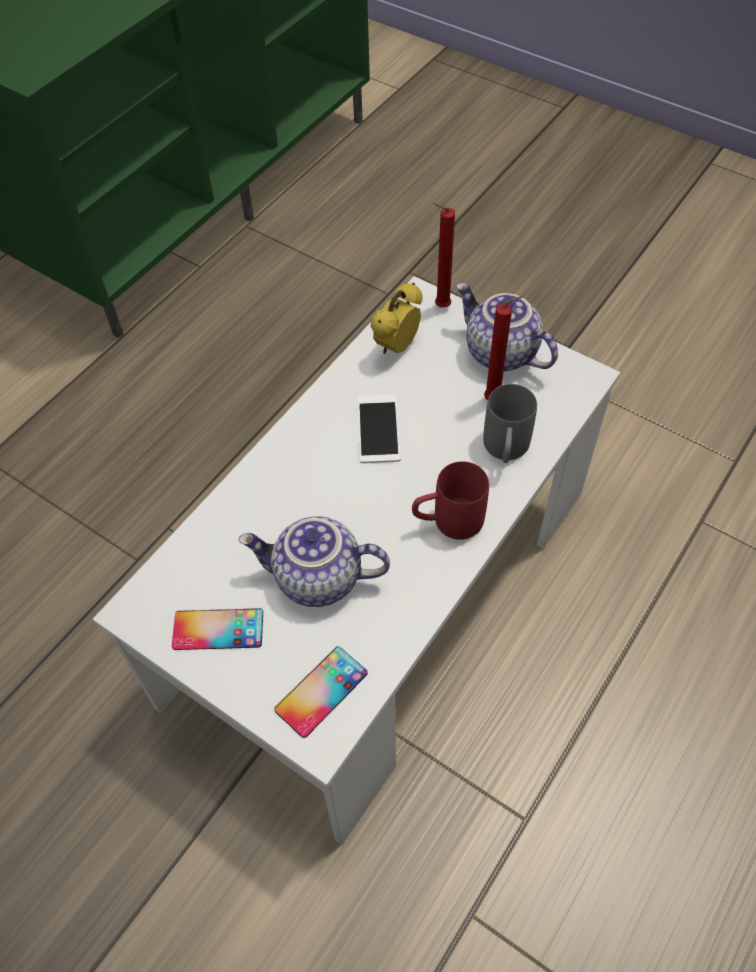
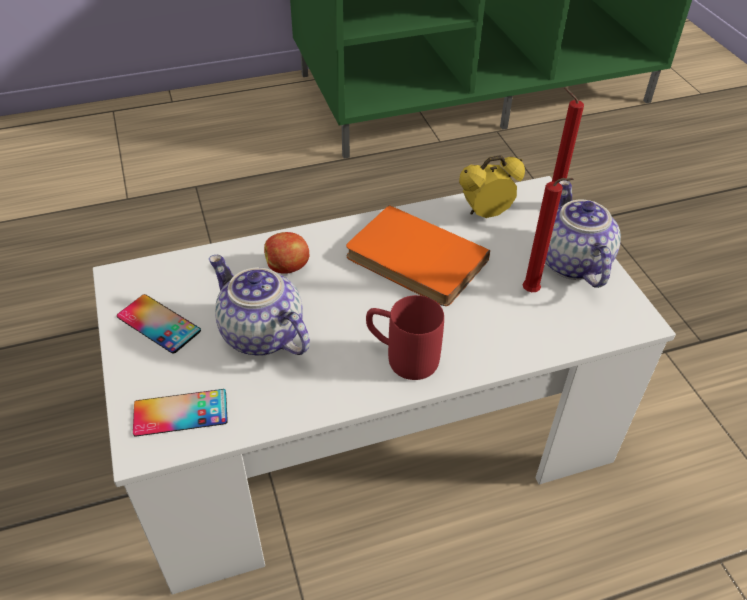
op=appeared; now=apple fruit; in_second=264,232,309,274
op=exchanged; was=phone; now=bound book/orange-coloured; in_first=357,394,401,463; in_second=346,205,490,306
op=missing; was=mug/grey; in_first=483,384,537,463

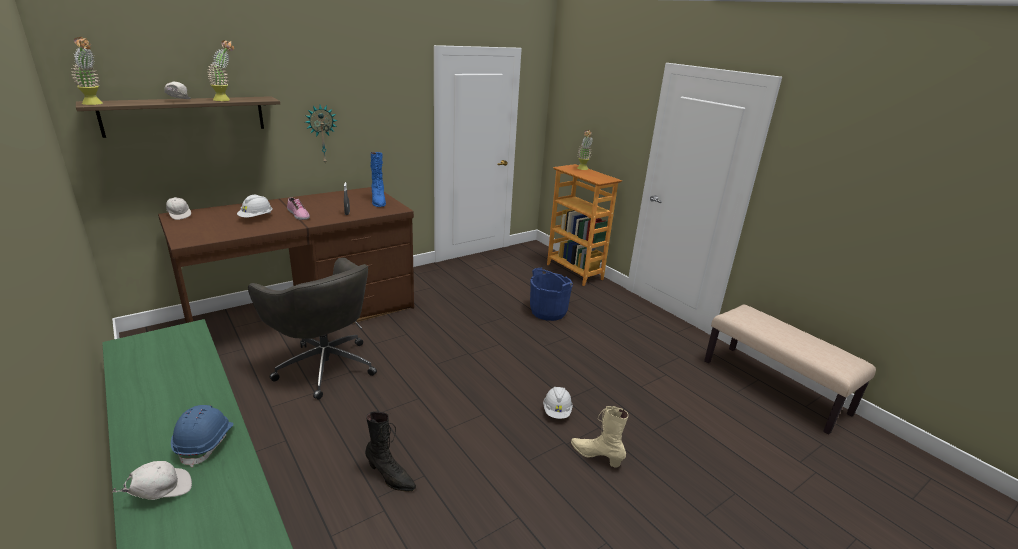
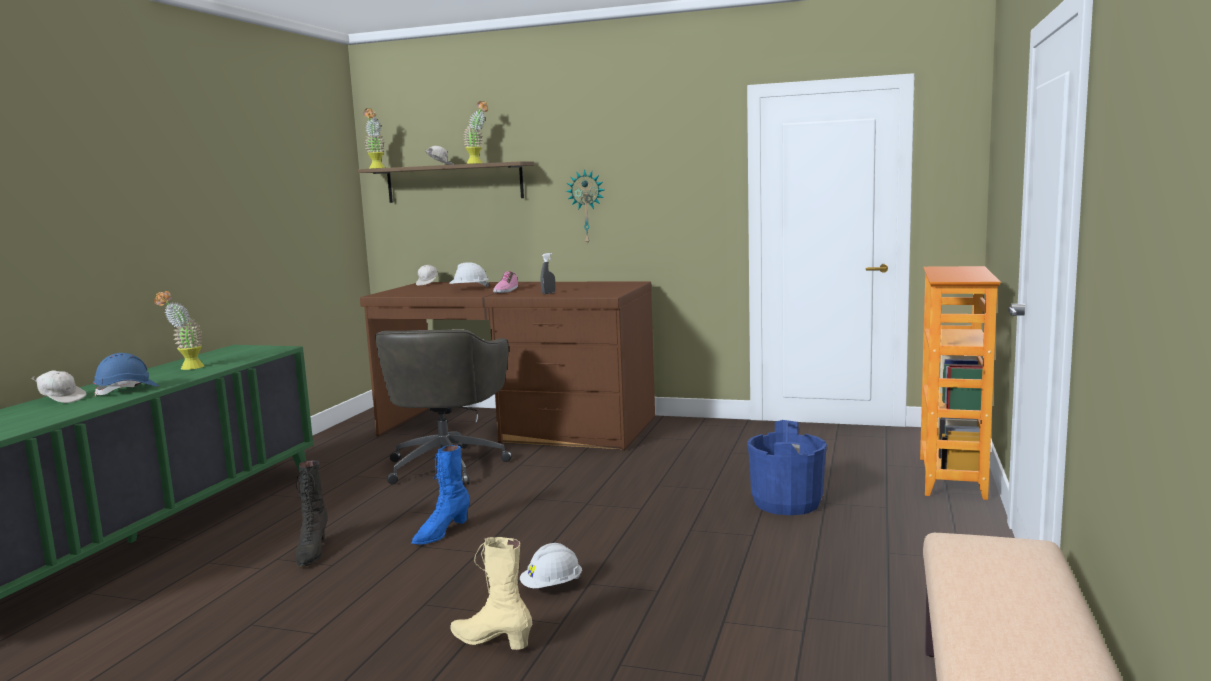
op=relocated; was=plant in a pot; in_first=577,130,592,170; in_second=154,291,204,370
op=relocated; was=boot/blue; in_first=370,152,386,207; in_second=411,445,470,545
op=spun; was=boot/sand-coloured; in_first=571,406,628,468; in_second=450,537,532,650; clockwise=-60

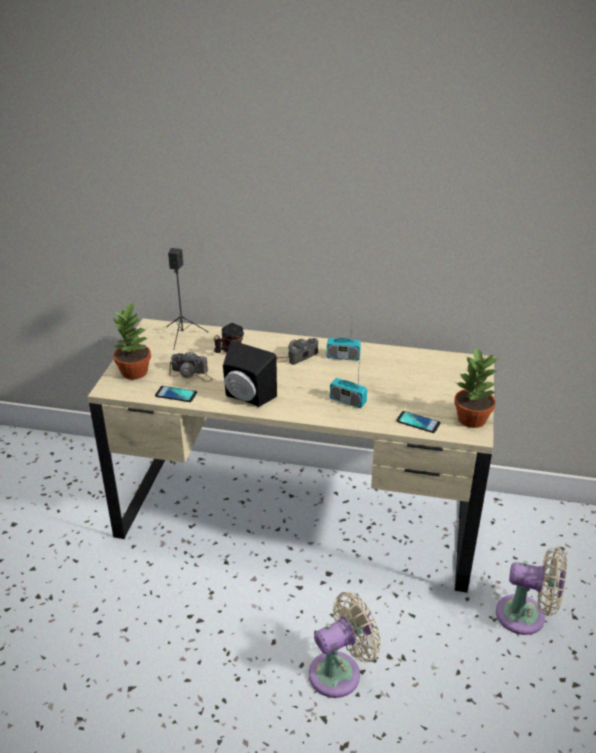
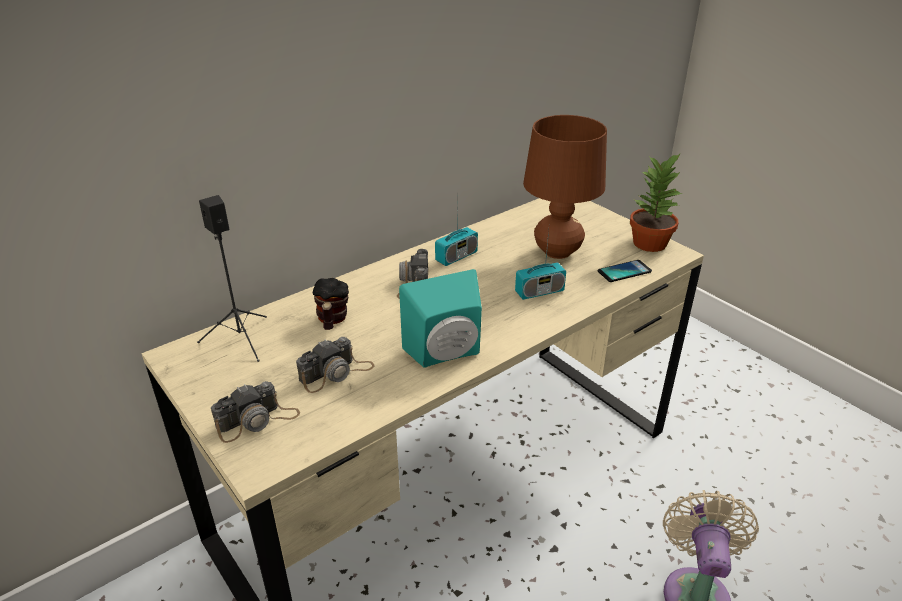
op=exchanged; was=plant in a pot; now=still camera; in_first=113,302,151,380; in_second=211,381,300,443
op=colour; was=loudspeaker/black-coloured; now=loudspeaker/turquoise-coloured; in_first=223,341,277,407; in_second=399,269,482,368
op=appeared; now=lamp for a table/brown-coloured; in_second=523,115,607,259
op=missing; was=phone; in_first=155,386,197,402
op=missing; was=cooling fan/sand-coloured; in_first=496,548,567,635

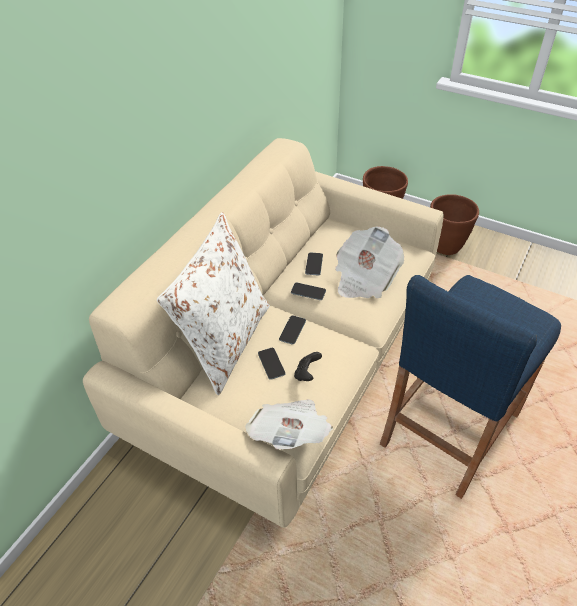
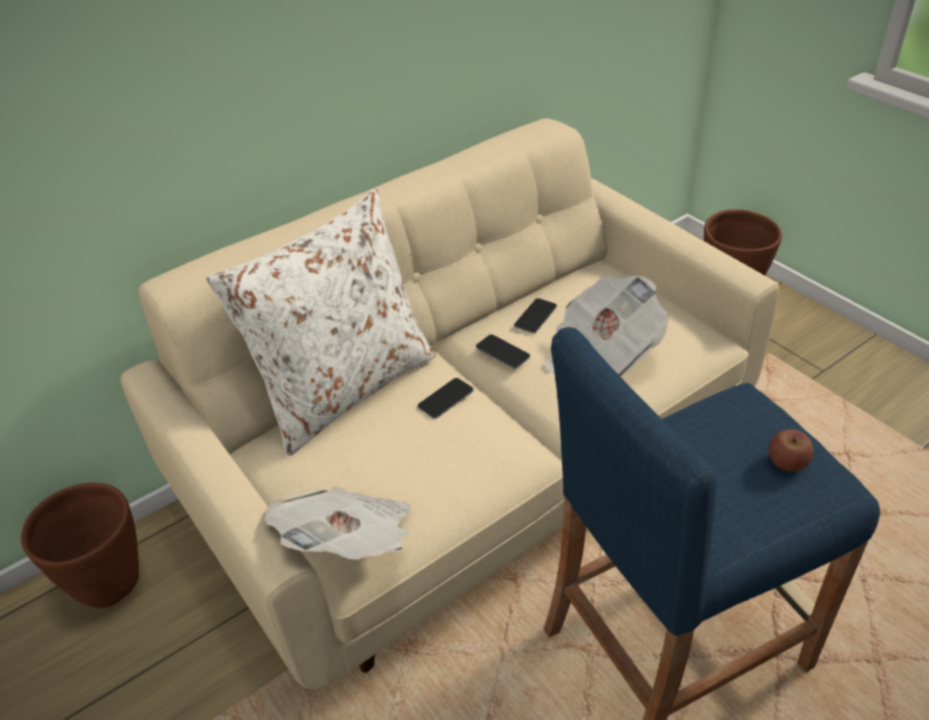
op=relocated; was=plant pot/brown-coloured; in_first=430,194,479,255; in_second=21,483,139,608
op=appeared; now=apple fruit; in_second=769,429,814,472
op=missing; was=phone; in_first=258,348,285,380
op=missing; was=game controller/black-coloured; in_first=294,352,322,381

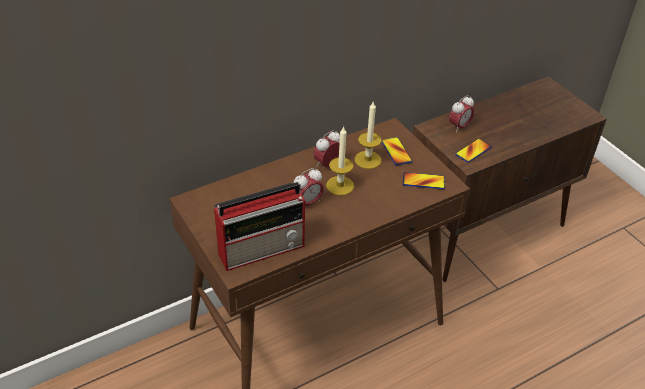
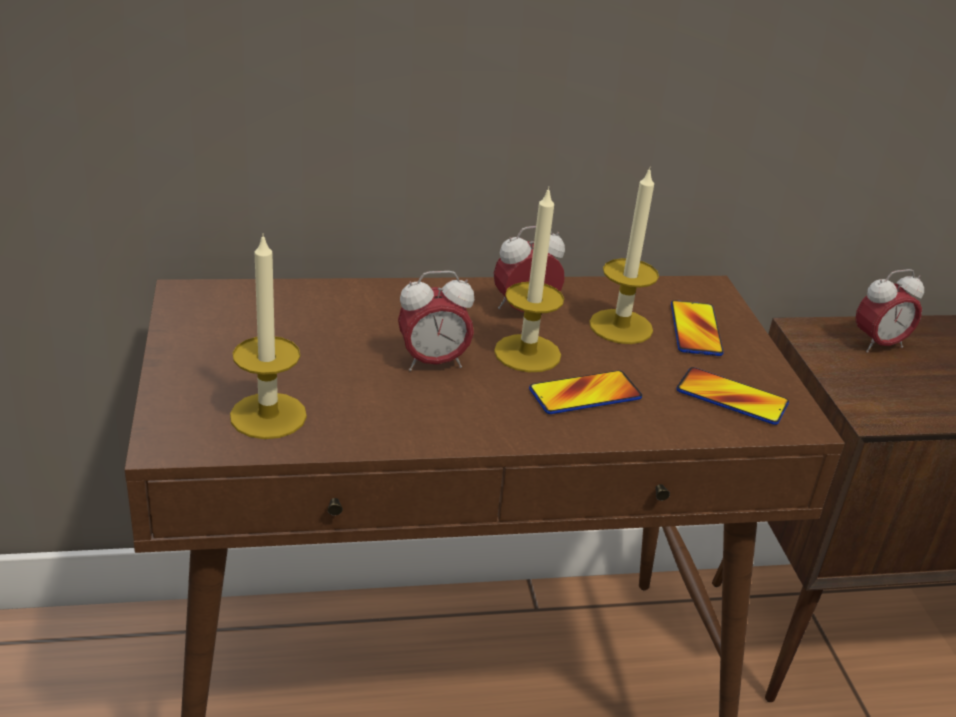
op=exchanged; was=radio receiver; now=wax candle; in_first=214,182,305,271; in_second=230,233,307,439
op=relocated; was=phone; in_first=455,138,492,163; in_second=529,370,642,414

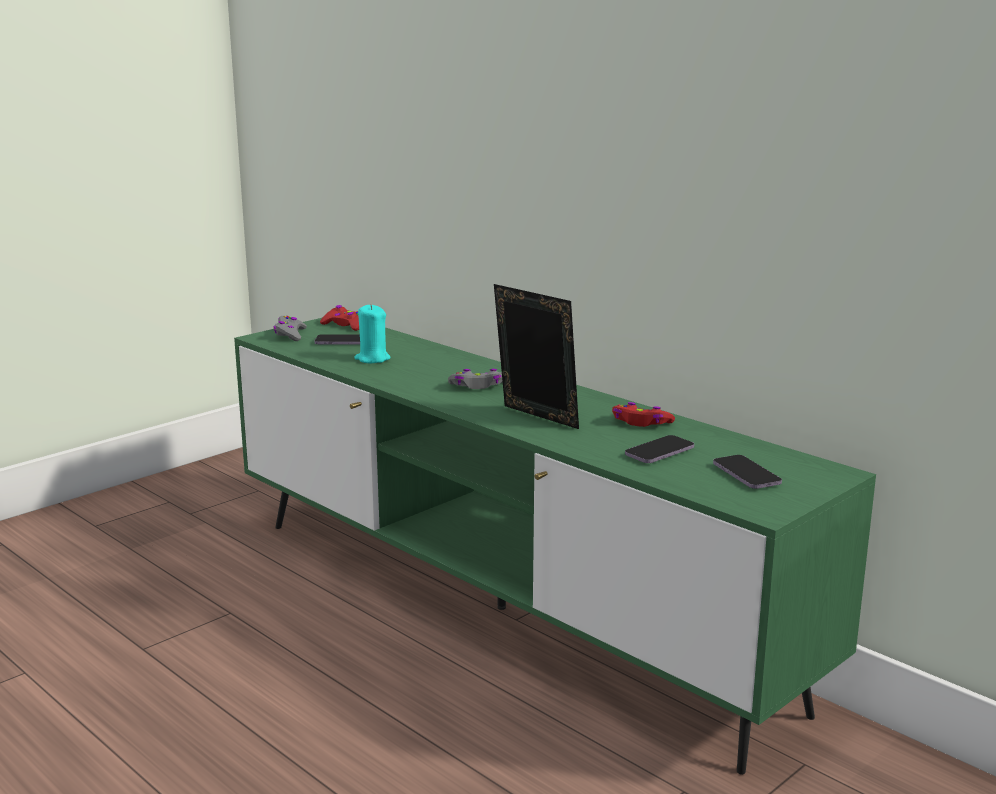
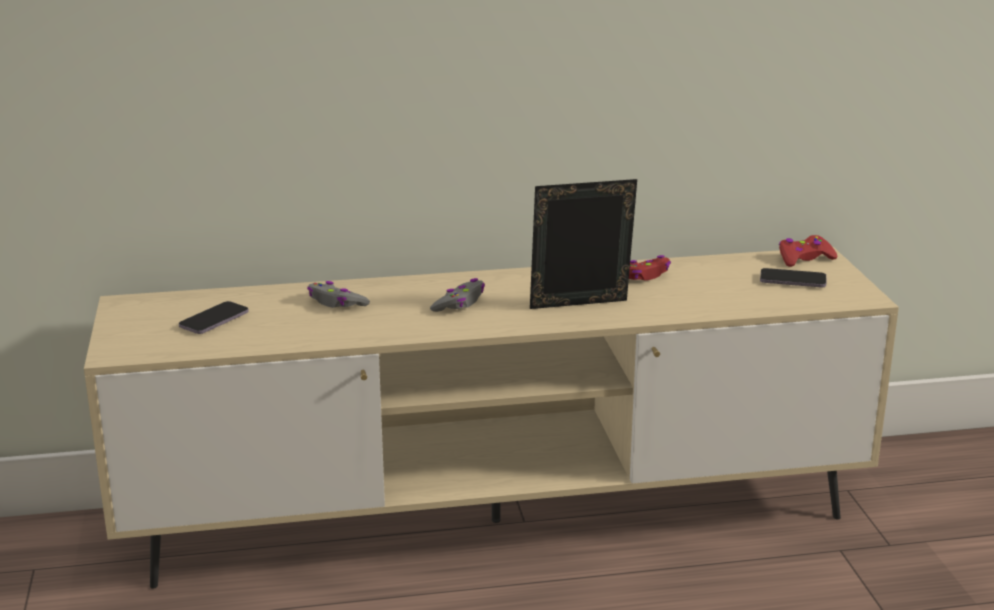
op=colour; was=media console/green-coloured; now=media console/sand-coloured; in_first=234,318,876,775; in_second=84,247,899,589
op=relocated; was=game controller/grey; in_first=273,316,307,341; in_second=307,281,370,308
op=relocated; was=game controller/reddish; in_first=320,305,359,331; in_second=779,235,837,267
op=missing; was=wax candle/turquoise-coloured; in_first=354,304,391,363
op=missing; was=phone; in_first=625,435,694,463

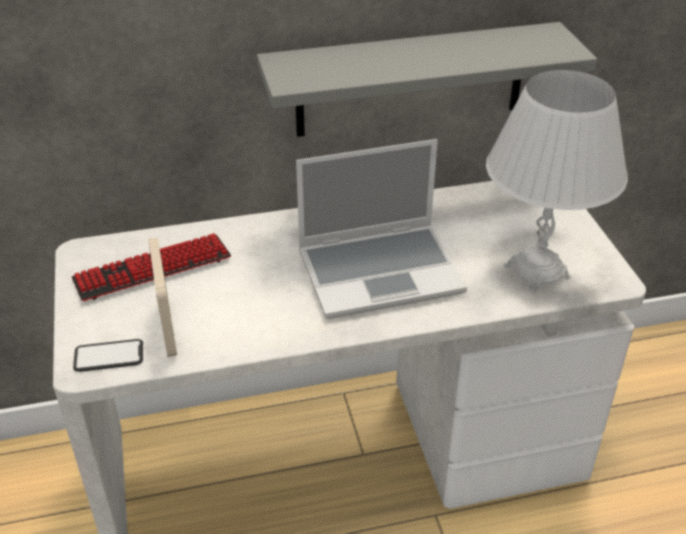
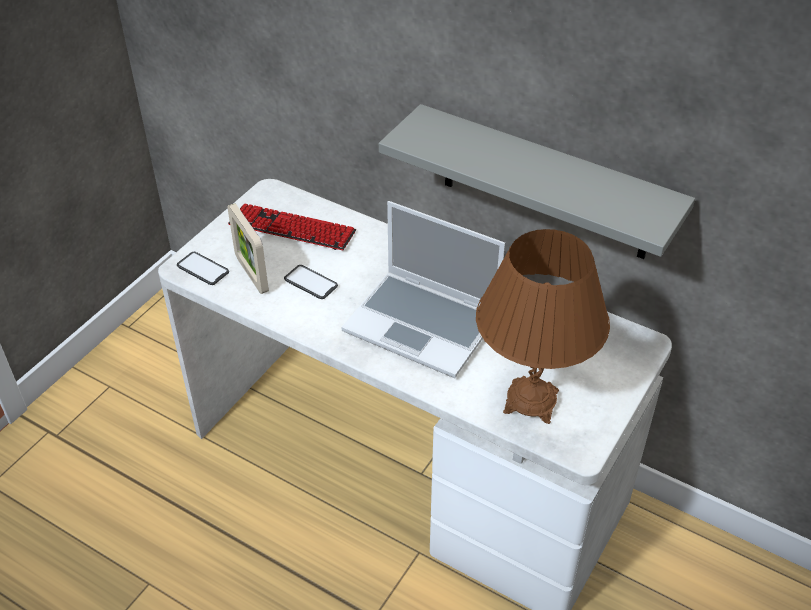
op=spun; was=photo frame; in_first=148,238,177,357; in_second=227,203,269,294; clockwise=120
op=appeared; now=phone; in_second=284,265,338,299
op=colour; was=lamp for a table/white-coloured; now=lamp for a table/brown-coloured; in_first=486,70,628,293; in_second=476,229,610,424

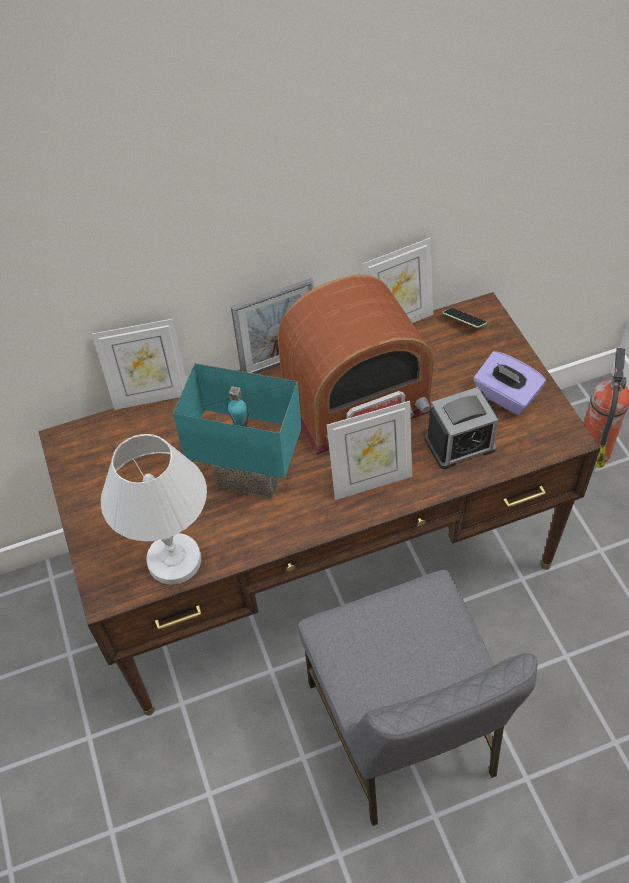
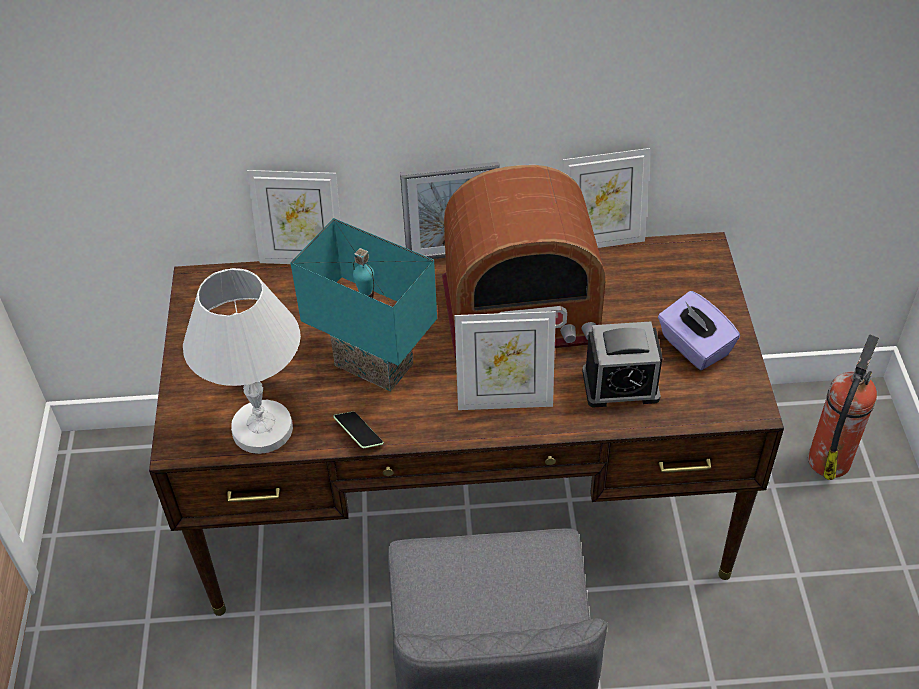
op=relocated; was=phone; in_first=442,308,487,328; in_second=333,412,384,448

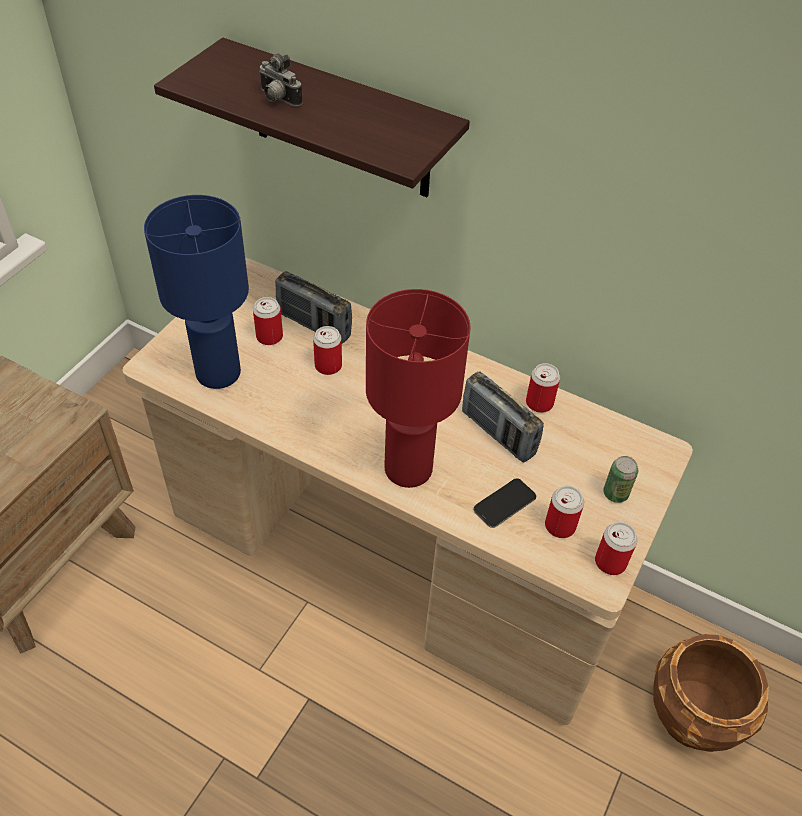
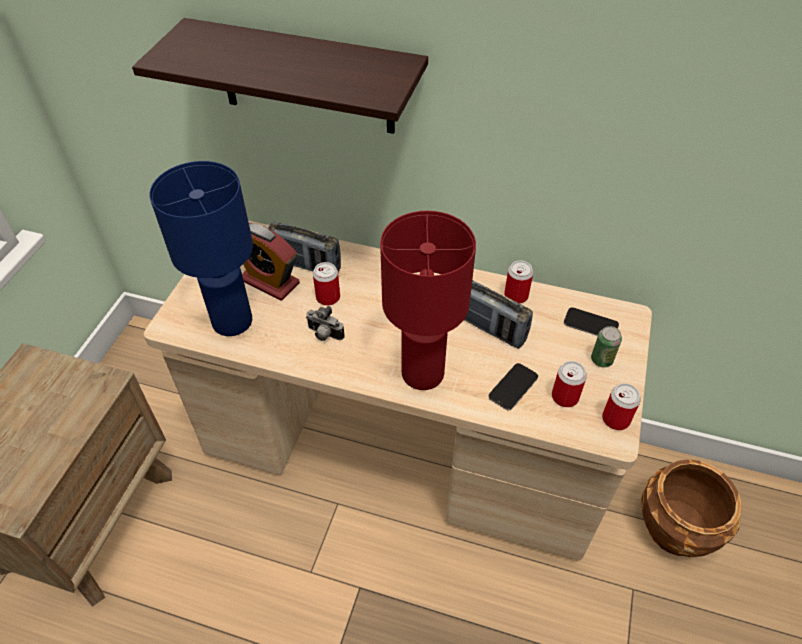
op=exchanged; was=metal can; now=table clock; in_first=253,297,283,345; in_second=242,223,300,301
op=relocated; was=still camera; in_first=259,53,303,107; in_second=306,306,345,341
op=appeared; now=phone; in_second=564,307,619,336

